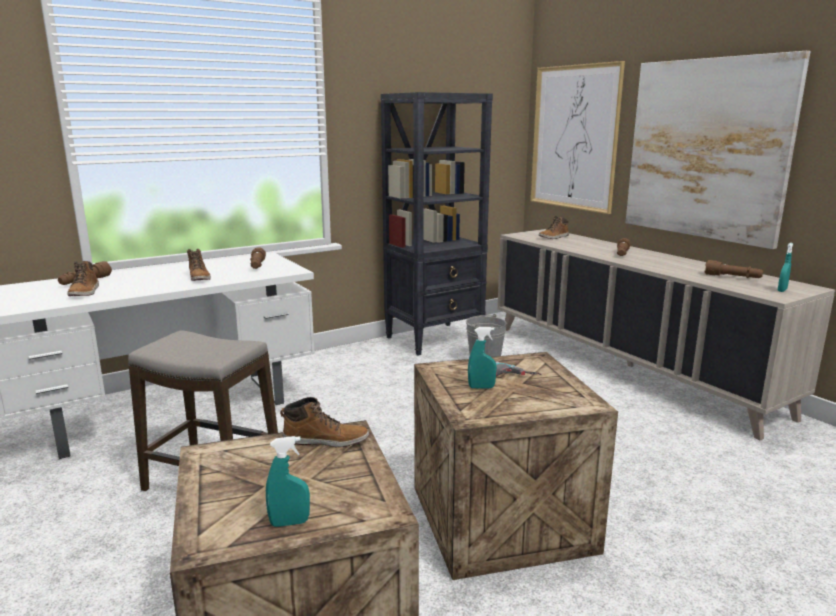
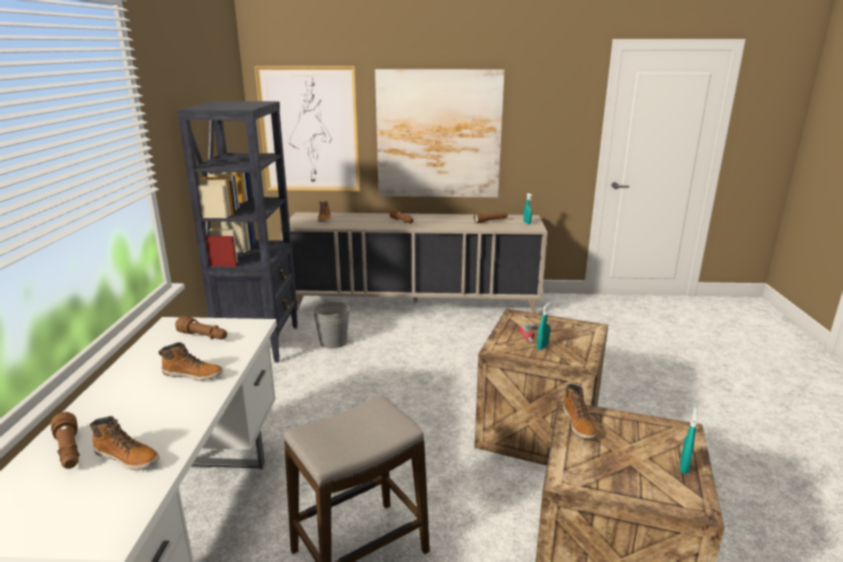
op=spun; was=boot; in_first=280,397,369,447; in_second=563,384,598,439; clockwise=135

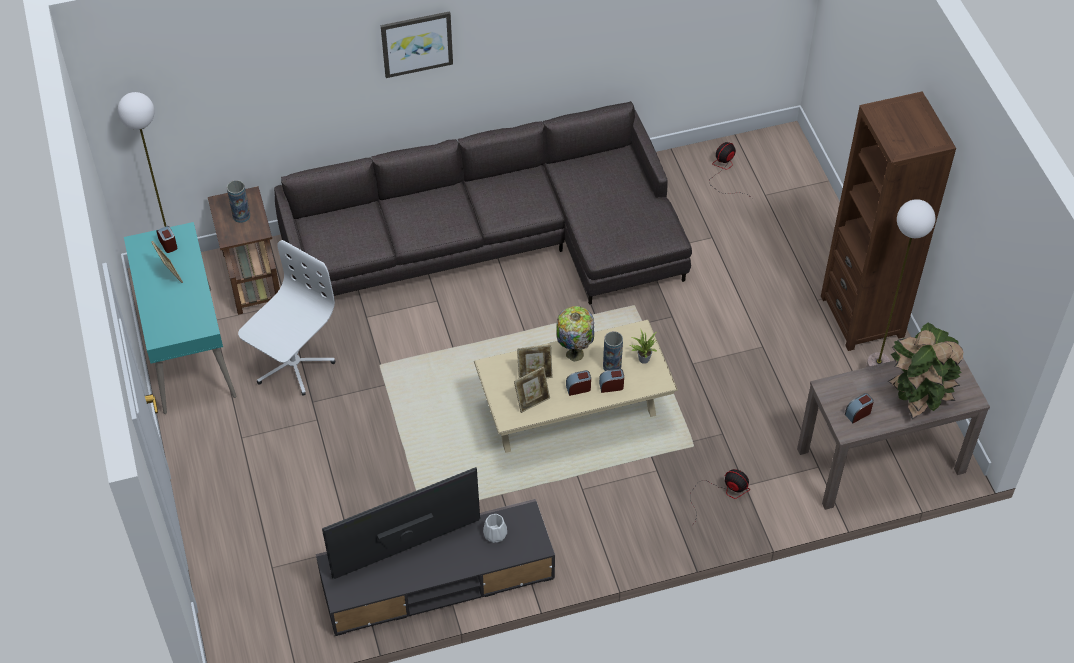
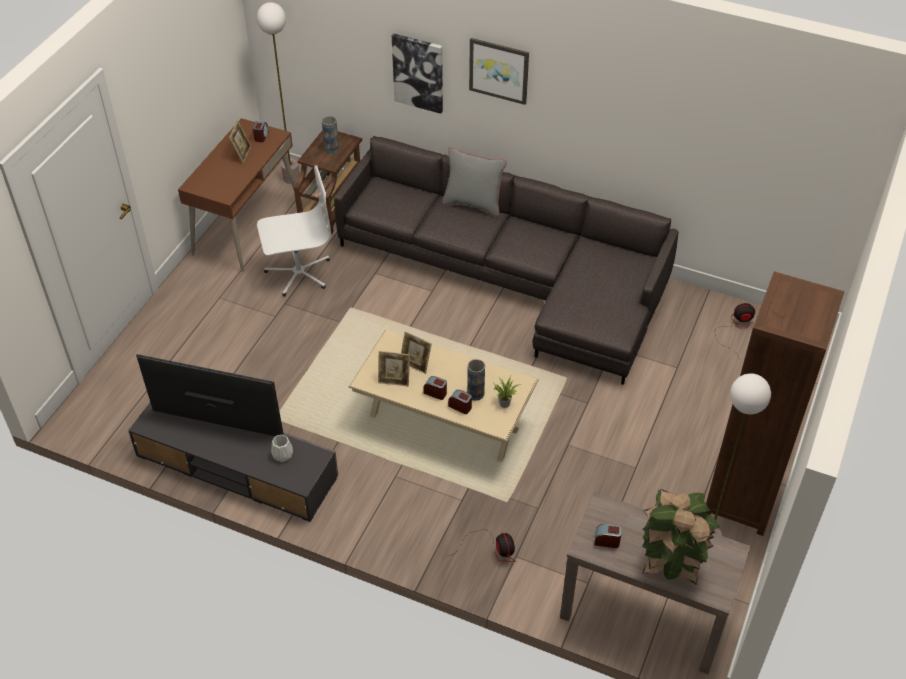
op=colour; was=desk unit/turquoise-coloured; now=desk unit/brown-coloured; in_first=124,222,236,414; in_second=178,118,296,272
op=appeared; now=picture; in_second=392,34,443,114
op=appeared; now=cushion/grey; in_second=442,147,506,217
op=missing; was=lamp for a table; in_first=556,306,594,362

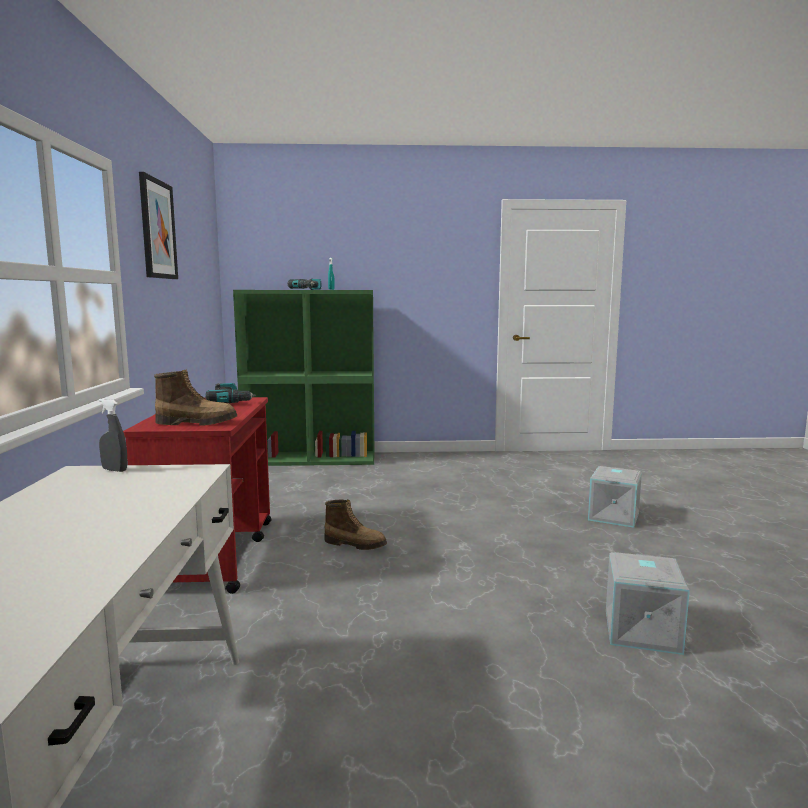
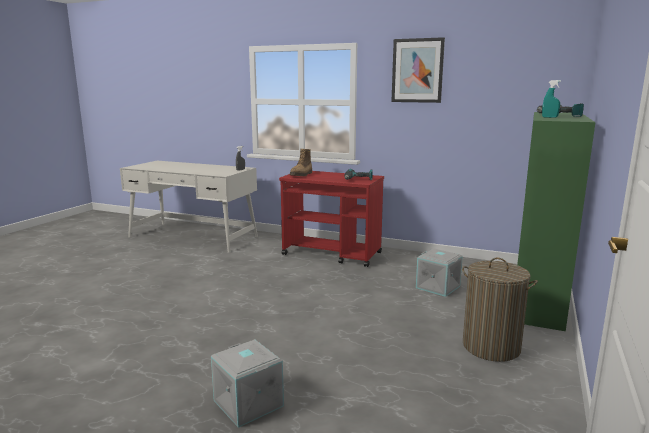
op=relocated; was=storage box/grey; in_first=606,552,690,655; in_second=416,249,463,297
op=appeared; now=washing basket; in_second=462,258,538,362
op=missing; was=boot; in_first=324,500,387,550

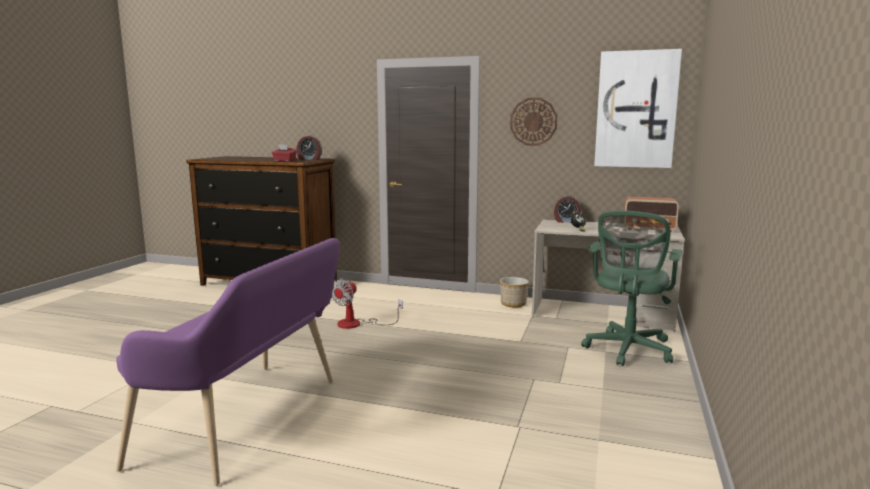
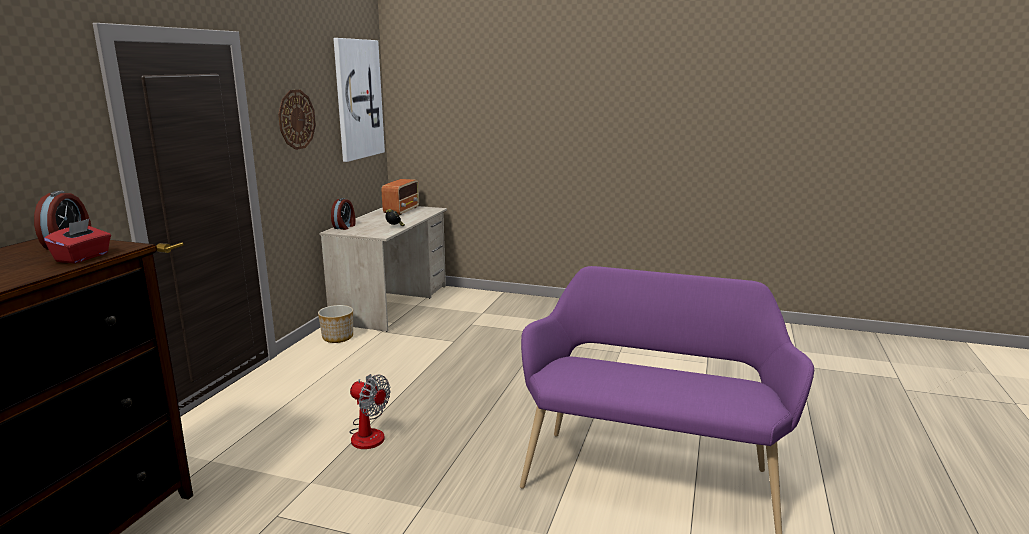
op=missing; was=office chair/green-coloured; in_first=581,211,682,366

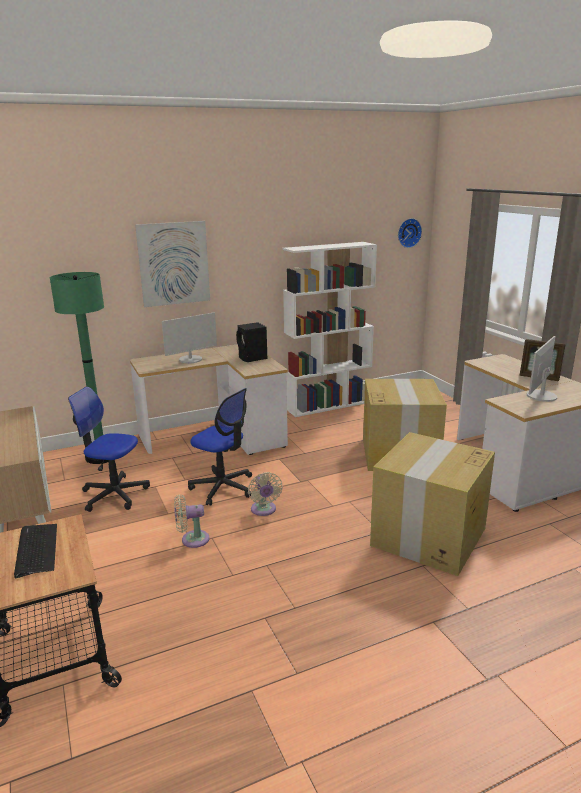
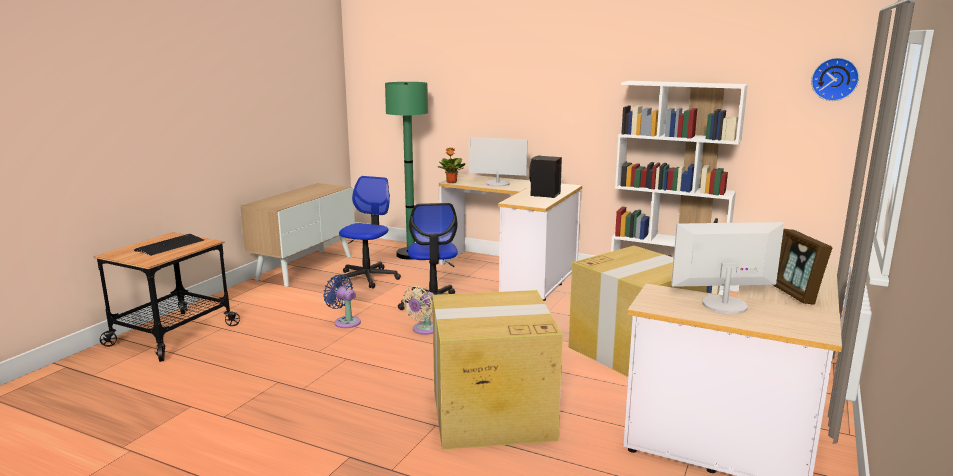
op=colour; was=cooling fan/sand-coloured; now=cooling fan/blue; in_first=174,494,210,548; in_second=323,274,361,328
op=spun; was=office chair; in_first=68,387,150,512; in_second=339,176,401,289; clockwise=45
op=appeared; now=plant in a pot; in_second=438,148,466,183
op=missing; was=picture; in_first=135,221,210,307

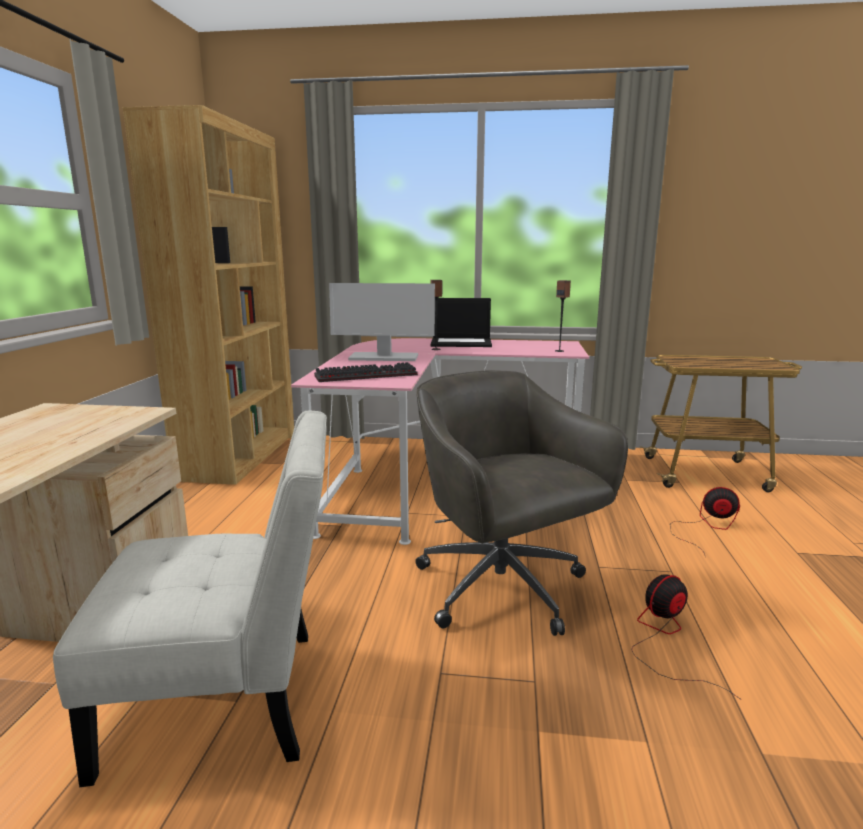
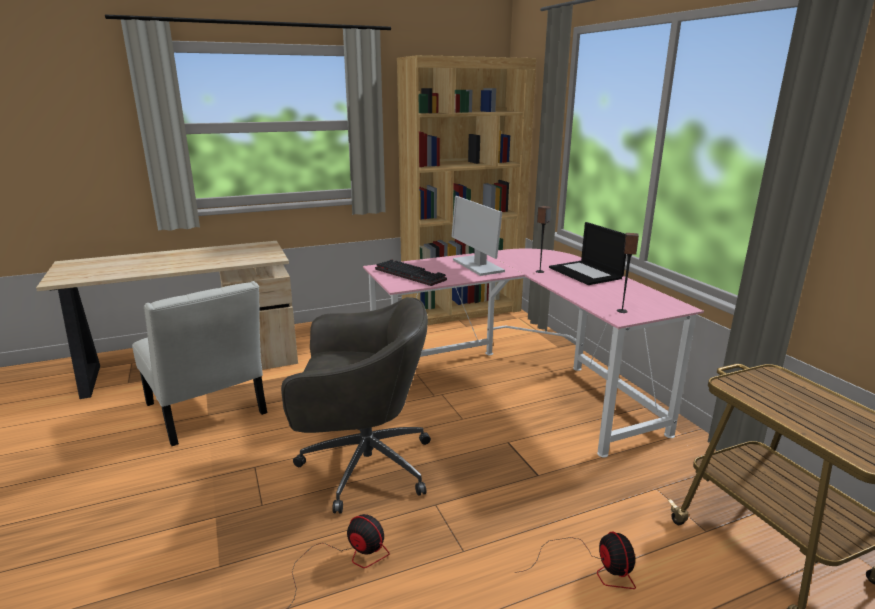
op=spun; was=office chair/grey; in_first=415,370,628,636; in_second=281,297,431,514; clockwise=60

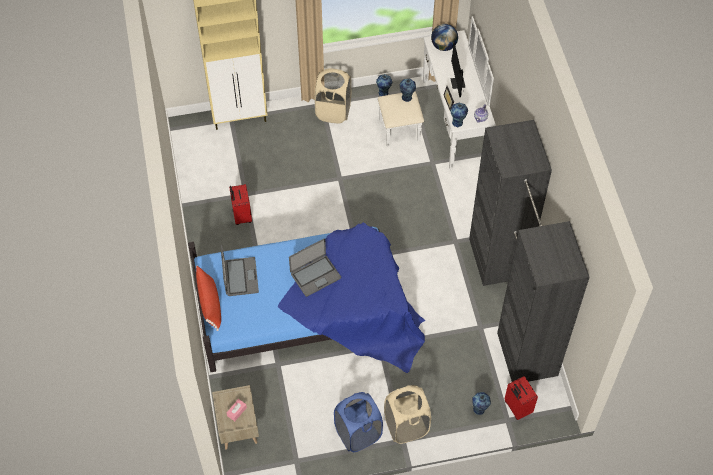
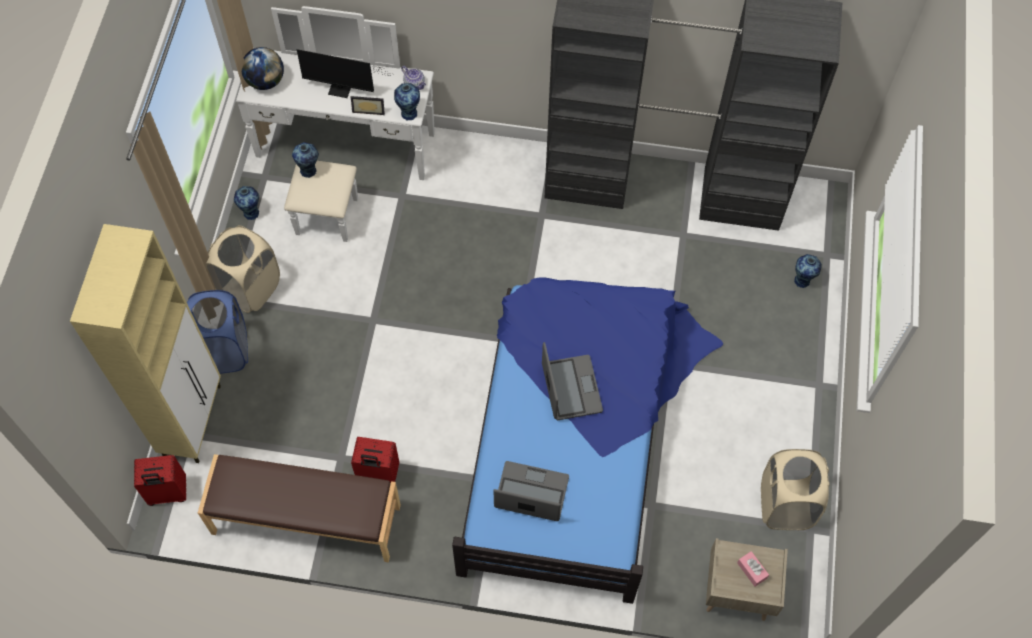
op=relocated; was=travel case/reddish; in_first=505,376,538,420; in_second=134,455,186,506
op=relocated; was=washing basket/blue; in_first=334,392,383,452; in_second=187,290,248,374
op=appeared; now=bench/brown-coloured; in_second=198,454,401,562
op=relocated; was=washing basket/sand-coloured; in_first=384,385,431,444; in_second=761,449,830,530
op=missing; was=cushion/reddish; in_first=196,266,221,331

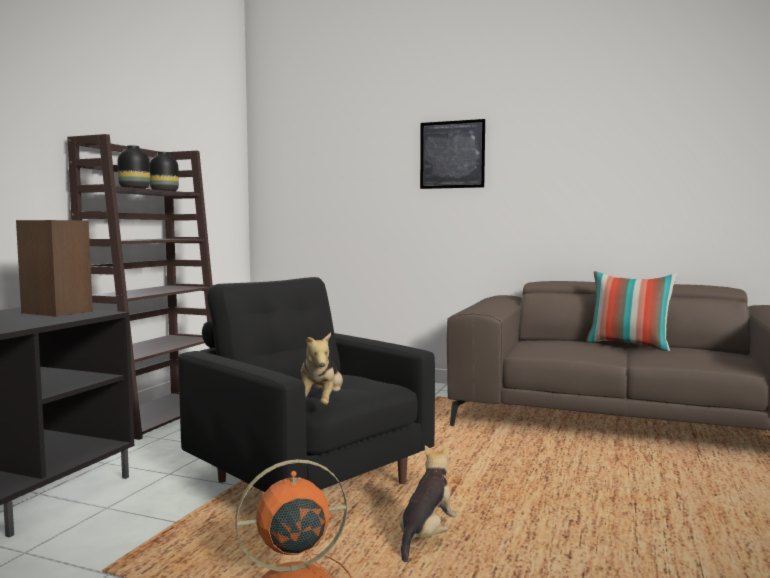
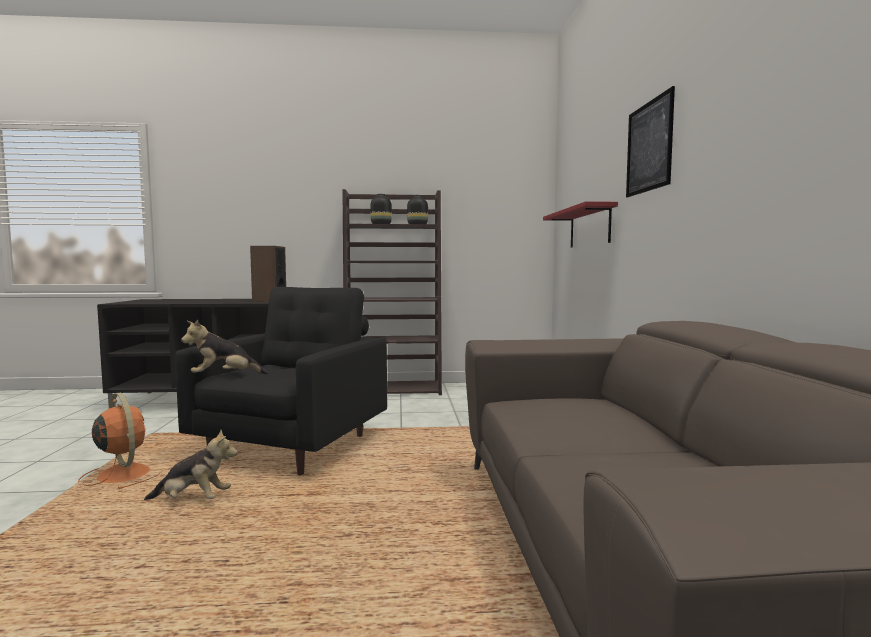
op=appeared; now=bracket shelf/reddish; in_second=543,201,618,248
op=missing; was=cushion; in_first=586,271,677,351

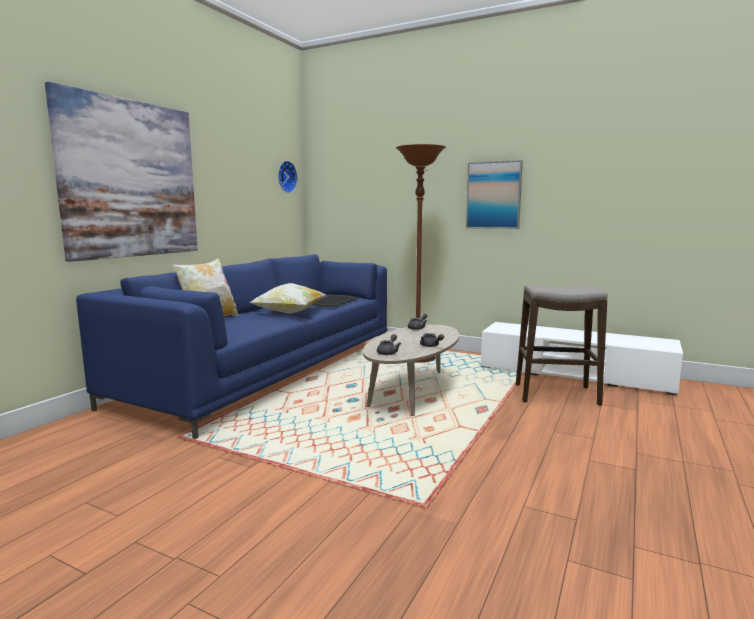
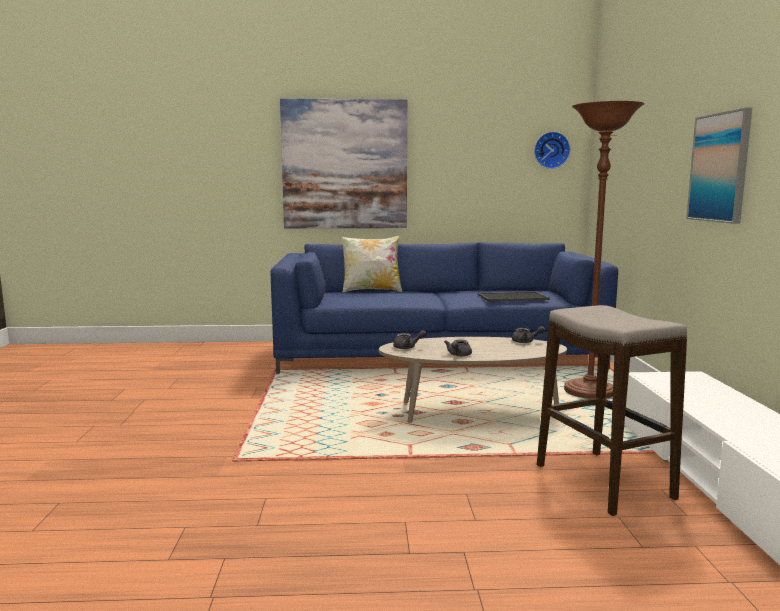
op=missing; was=cushion; in_first=249,283,326,314

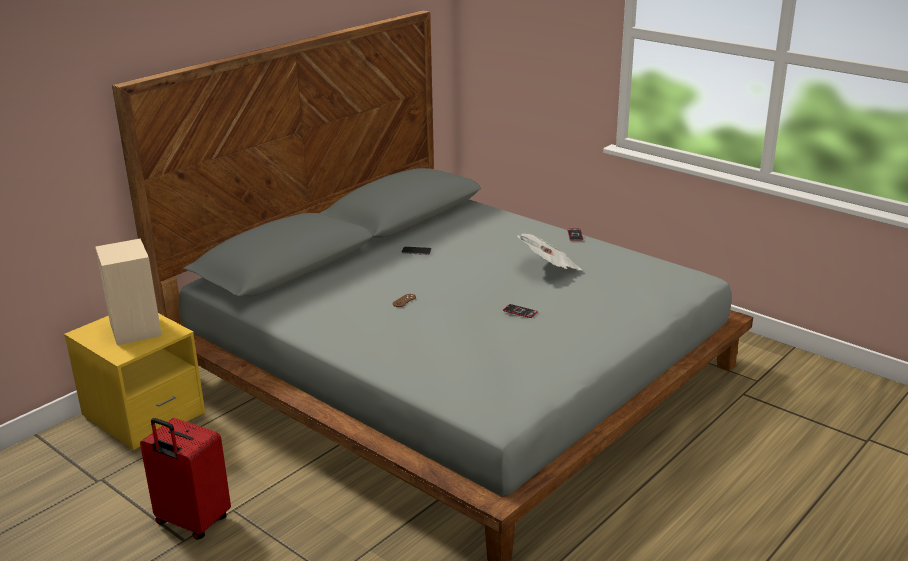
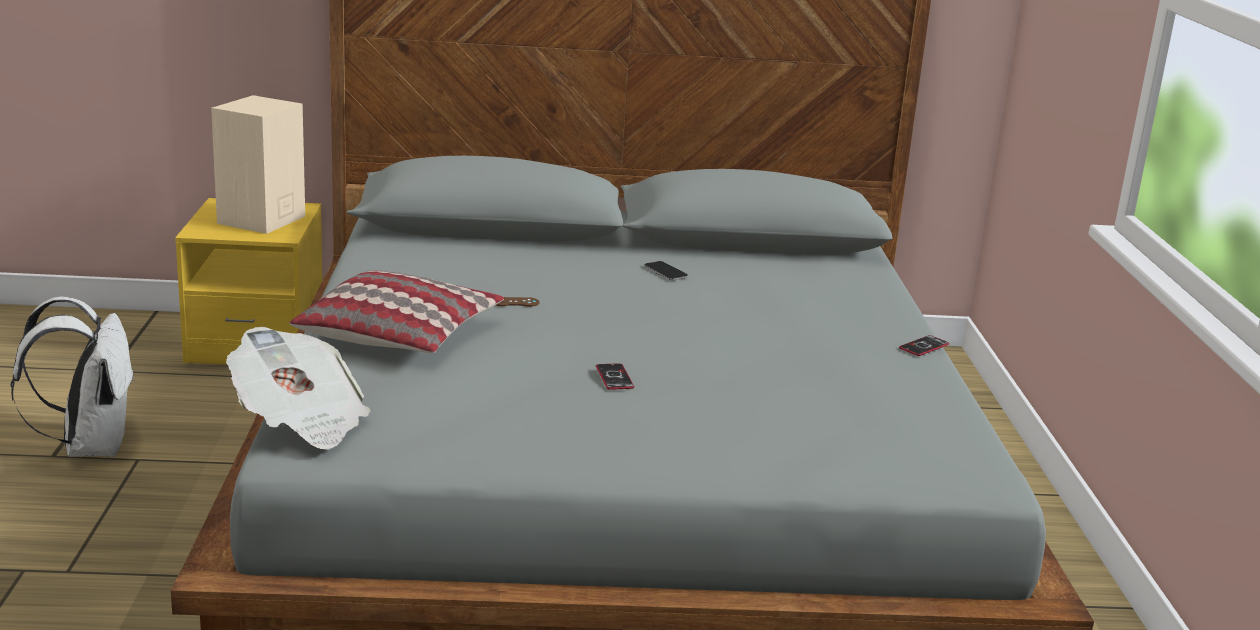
op=exchanged; was=travel case/reddish; now=rucksack/white-coloured; in_first=140,418,231,540; in_second=10,297,136,457
op=relocated; was=newspaper; in_first=517,234,582,270; in_second=226,327,371,450
op=appeared; now=cushion; in_second=289,270,504,353

